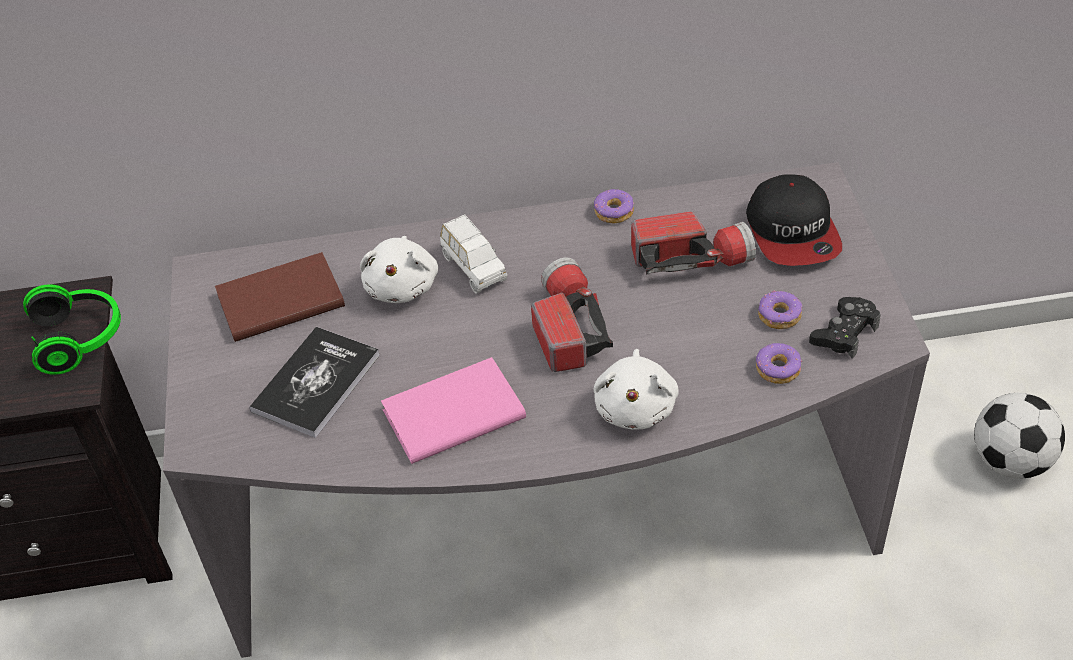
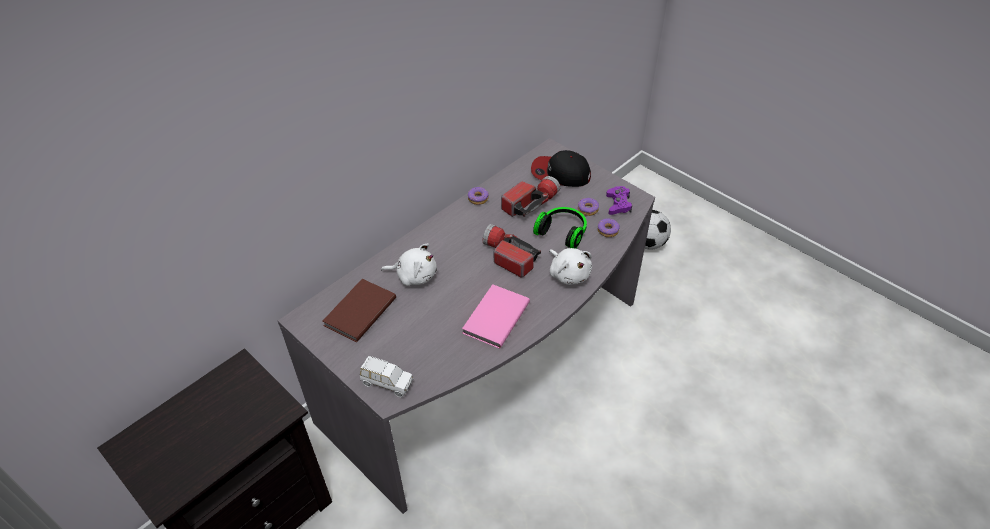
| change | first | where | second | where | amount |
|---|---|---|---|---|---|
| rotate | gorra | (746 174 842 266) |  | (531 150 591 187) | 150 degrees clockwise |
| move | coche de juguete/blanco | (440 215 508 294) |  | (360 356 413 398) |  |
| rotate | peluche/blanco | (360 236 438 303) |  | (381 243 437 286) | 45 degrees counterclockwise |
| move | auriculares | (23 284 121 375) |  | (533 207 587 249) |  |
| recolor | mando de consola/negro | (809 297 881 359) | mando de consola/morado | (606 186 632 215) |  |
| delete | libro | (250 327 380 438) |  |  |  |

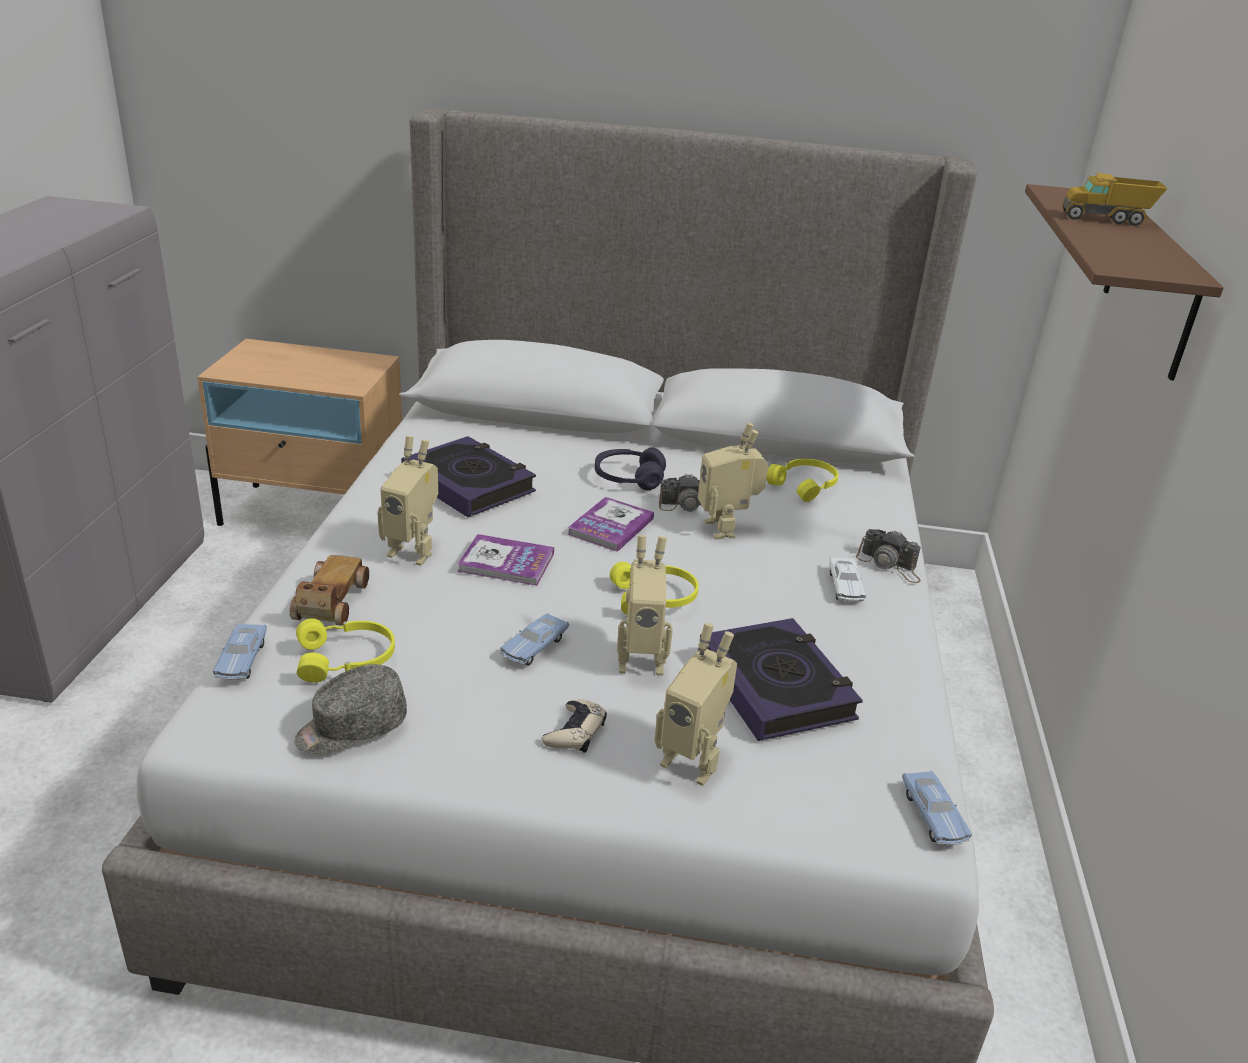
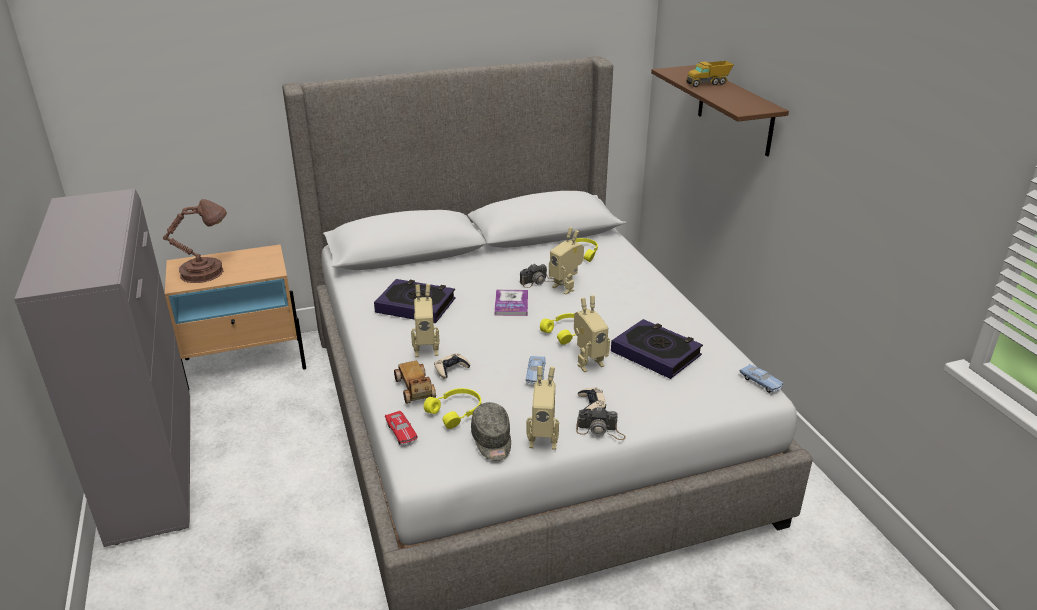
| change | first | where | second | where | amount |
|---|---|---|---|---|---|
| delete | auriculares/morado | (595 447 666 490) |  |  |  |
| move | cámara | (856 529 921 583) |  | (576 406 626 440) |  |
| delete | libro | (457 534 554 586) |  |  |  |
| delete | coche de juguete/blanco | (829 557 866 601) |  |  |  |
| recolor | coche de juguete/azul | (213 623 267 680) | coche de juguete/rojo | (385 410 418 444) |  |
| move | robot de juguete | (654 623 737 786) |  | (527 366 559 450) |  |
| rotate | gorra/gris | (294 664 407 754) |  | (471 402 511 461) | 45 degrees counterclockwise |
| insert |  |  | lámpara de mesa/marrón | (163 199 227 283) |  |
| insert |  |  | mando de consola/beis | (434 353 470 379) |  |

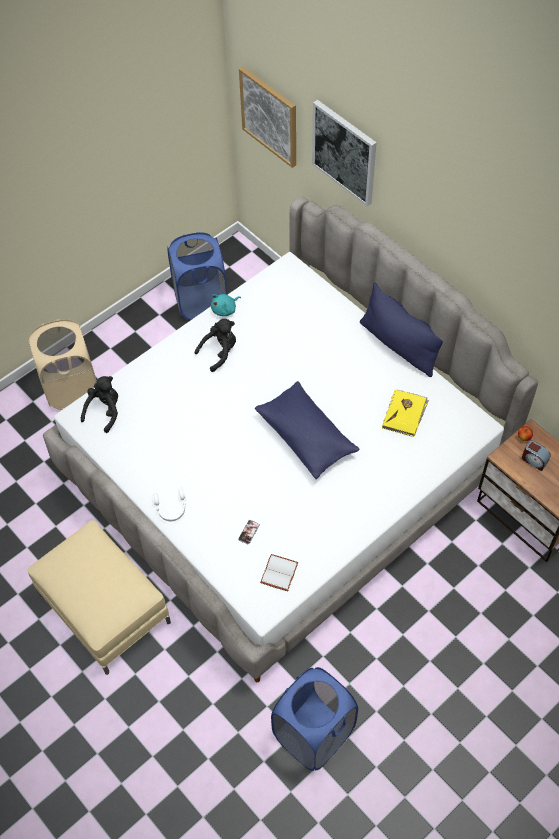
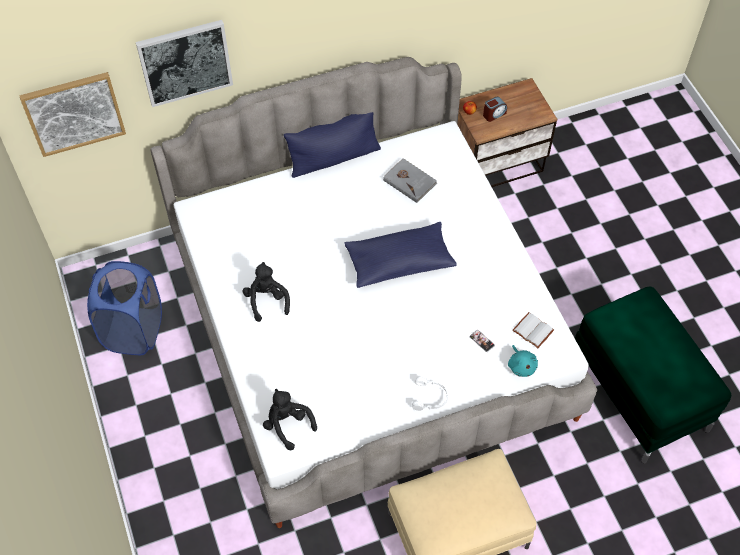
| change | first | where | second | where | amount |
|---|---|---|---|---|---|
| move | peluche/turquesa | (211 294 241 316) |  | (508 345 538 377) |  |
| delete | cesto de la ropa/beis | (28 319 97 410) |  |  |  |
| recolor | libro/amarillo | (382 390 429 437) | libro/gris | (383 158 437 203) |  |
| replace | cesto de la ropa/azul | (271 667 358 771) | puf/verde | (575 286 731 464) |  |

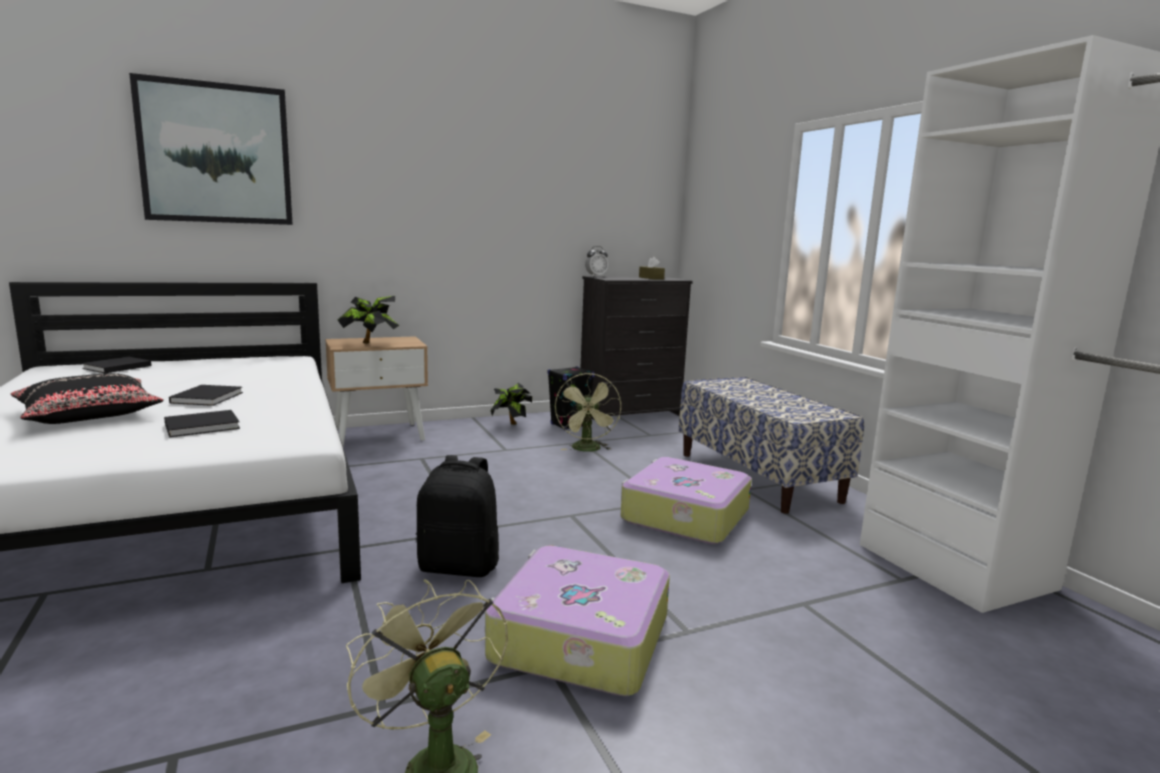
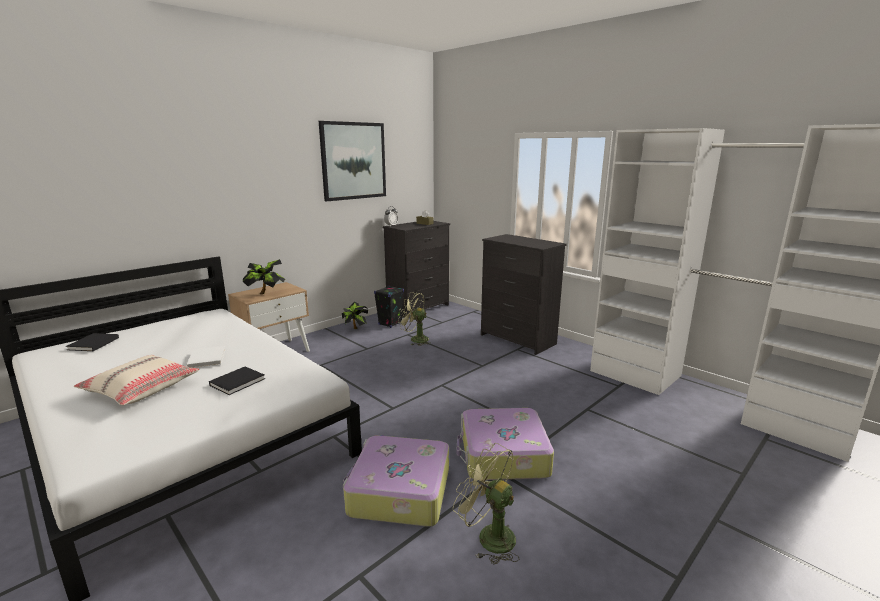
| change | first | where | second | where | amount |
|---|---|---|---|---|---|
| move | cuadro | (129 73 293 225) |  | (319 121 386 201) |  |
| recolor | cojín/negro | (10 373 164 424) | cojín/beis | (74 355 199 405) |  |
| rotate | ventilador/verde | (555 373 621 452) |  | (398 292 431 346) | 135 degrees clockwise |
| replace | banco | (679 377 864 514) | cómoda/negro | (481 234 566 355) |  |
| recolor | libro/negro | (169 385 243 406) | libro/blanco | (187 346 225 368) |  |
| delete | mochila/negro | (416 455 499 577) |  |  |  |
| move | maleta | (621 457 752 544) |  | (343 435 449 527) |  |

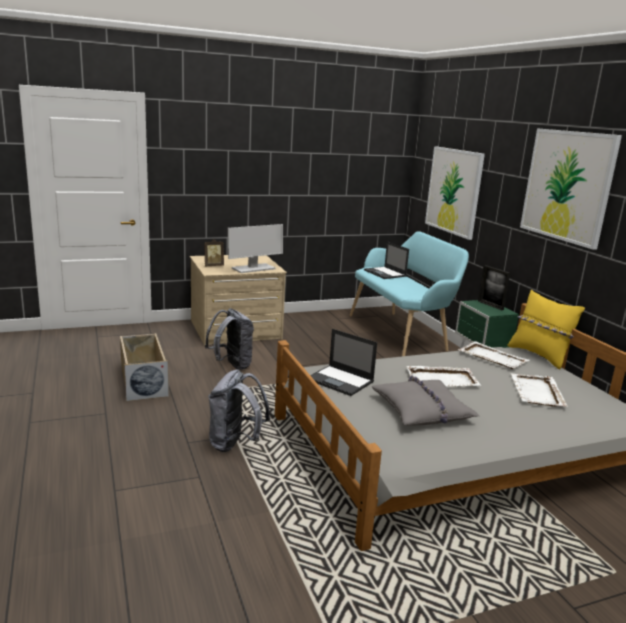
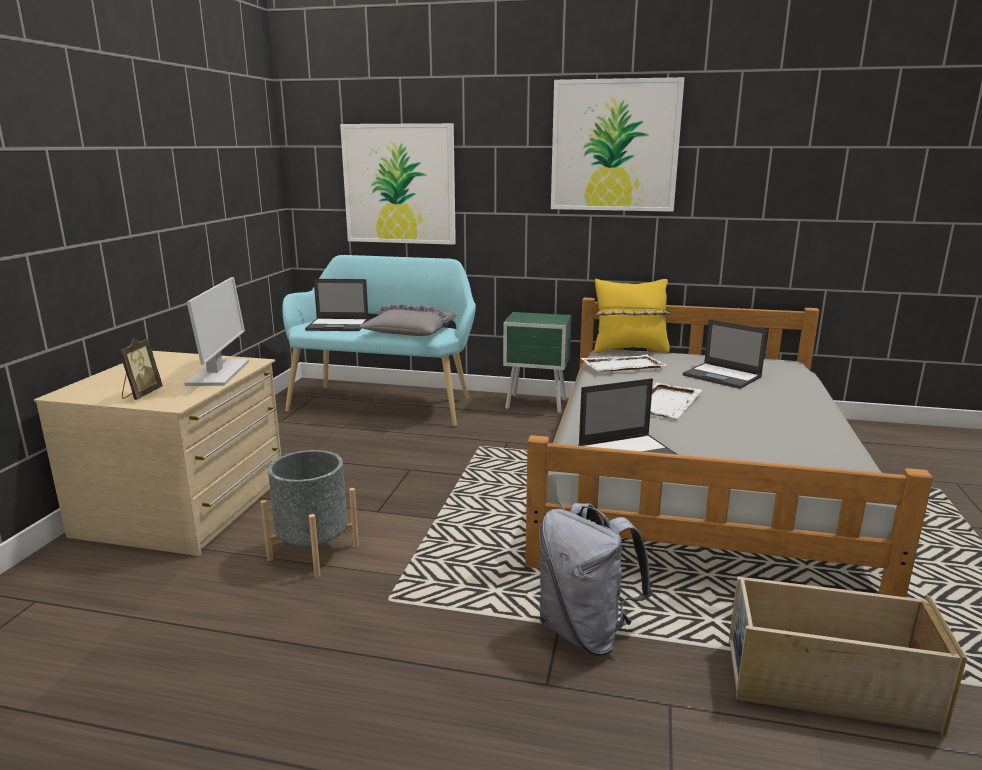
| change | first | where | second | where | amount |
|---|---|---|---|---|---|
| delete | portarretratos | (478 265 510 310) |  |  |  |
| replace | mochila/gris | (205 308 254 370) | maceta/gris | (261 450 359 577) |  |
| move | caja de almacenaje/beis | (120 333 169 401) |  | (729 576 967 737) |  |
| replace | bandeja/blanco | (511 373 568 407) | portátil | (683 319 768 389) |  |
| move | cojín/gris | (371 375 479 426) |  | (359 305 457 336) |  |

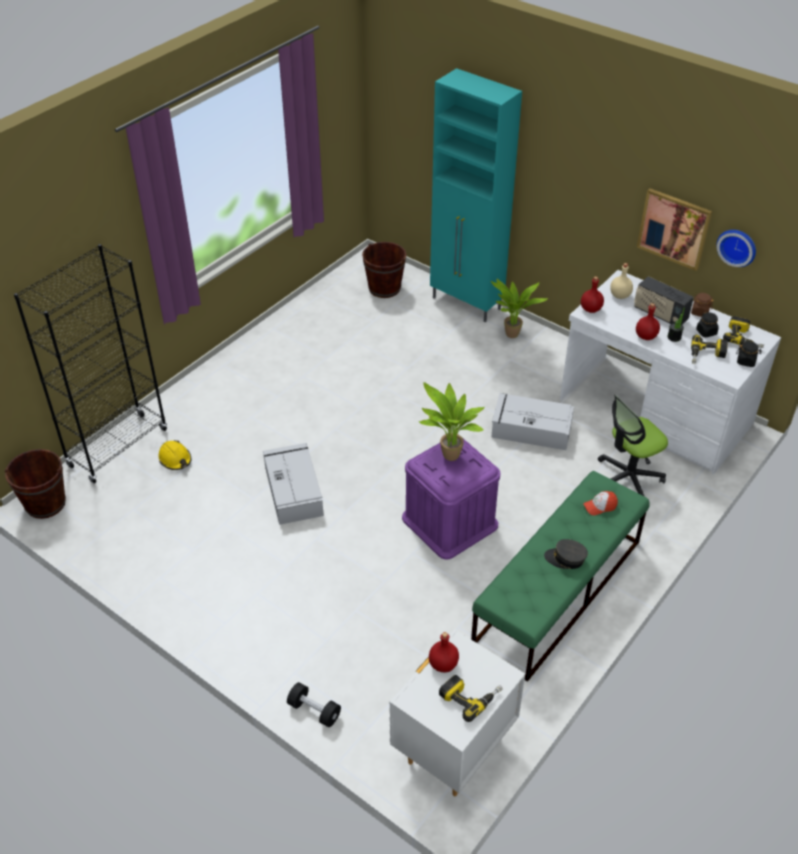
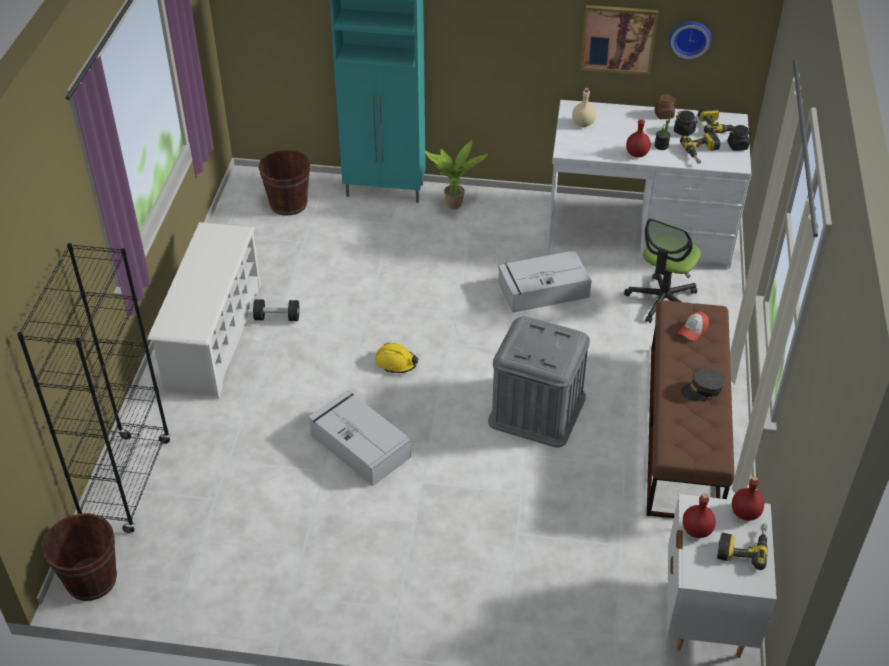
| change | first | where | second | where | amount |
|---|---|---|---|---|---|
| move | botella/rojo | (581 276 604 313) |  | (732 476 764 521) |  |
| delete | radio | (634 276 694 325) |  |  |  |
| delete | planta en maceta | (418 382 485 461) |  |  |  |
| recolor | caja de almacenaje/morado | (402 439 501 560) | caja de almacenaje/gris | (488 316 590 448) |  |
| move | casco/amarillo | (159 440 191 470) |  | (375 343 418 373) |  |
| recolor | banco/verde | (471 471 650 682) | banco/marrón | (647 300 735 518) |  |
| move | mancuerna/negro | (287 682 341 727) |  | (253 299 299 321) |  |
| insert |  |  | zapatero/blanco | (148 222 261 399) |  |

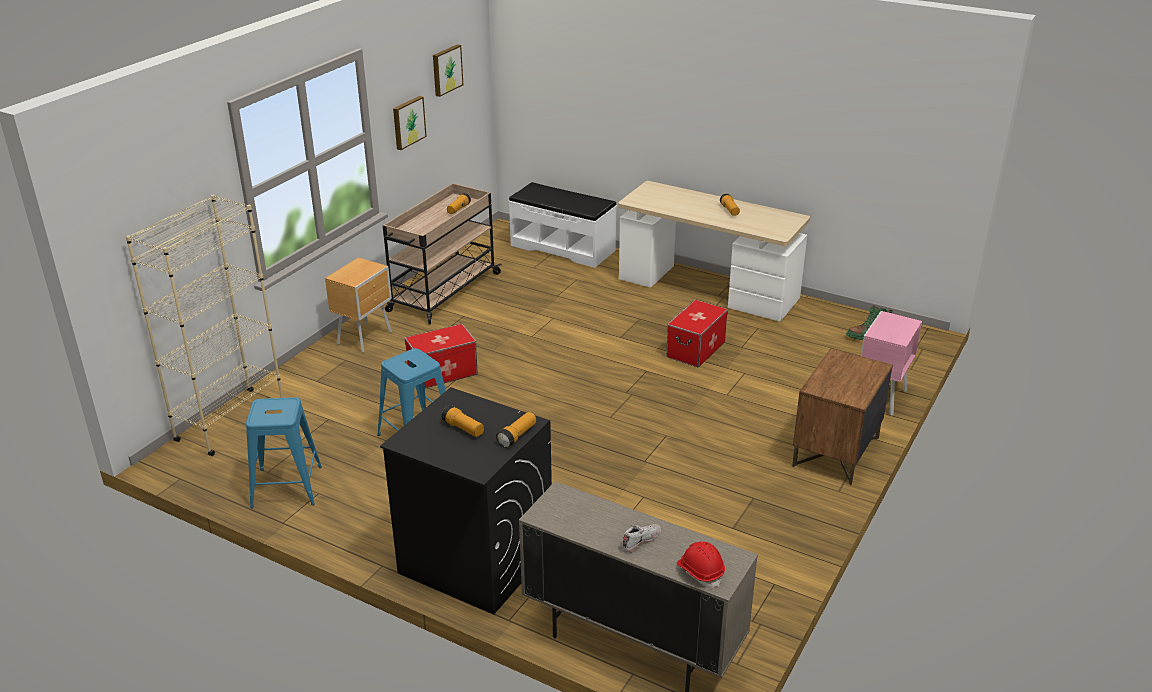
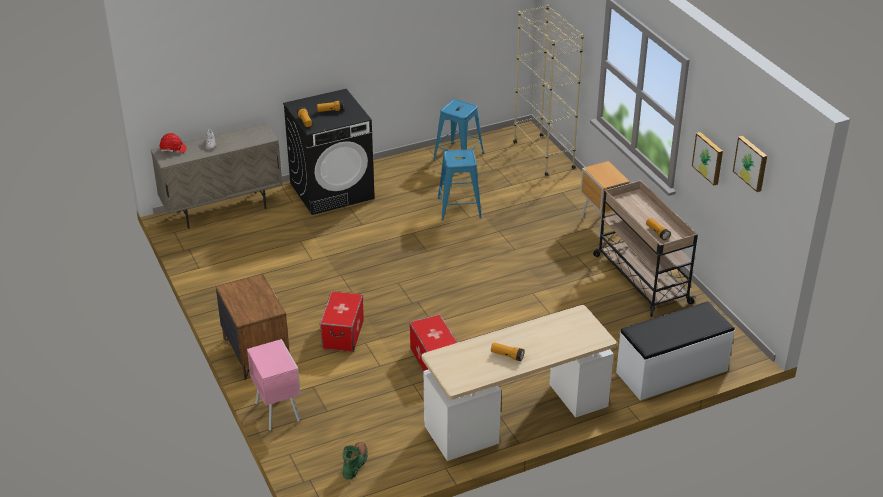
| change | first | where | second | where | amount |
|---|---|---|---|---|---|
| move | caja de almacenaje | (405 324 478 388) |  | (320 291 364 352) |  |

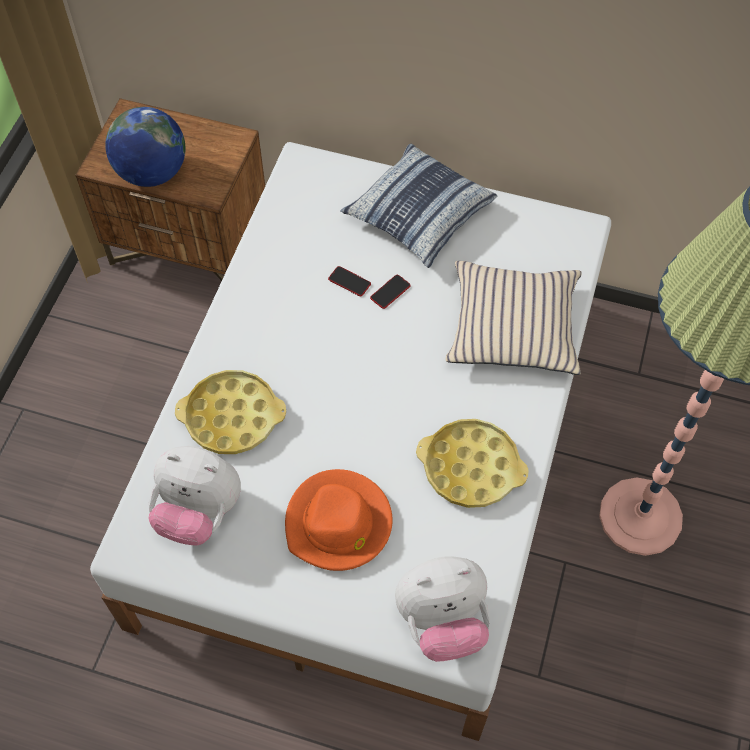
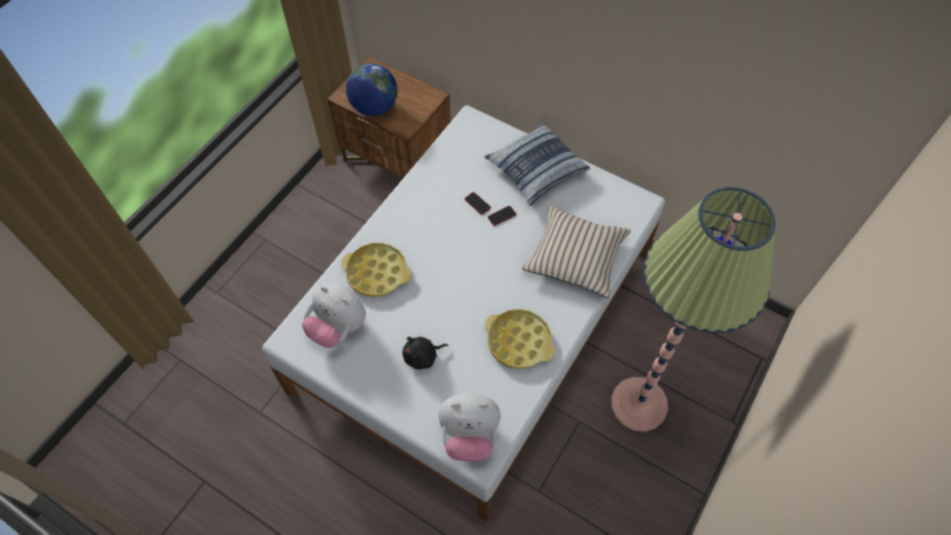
| change | first | where | second | where | amount |
|---|---|---|---|---|---|
| replace | sombrero/naranja | (285 469 393 571) | peluche/negro | (403 337 449 369) |  |

